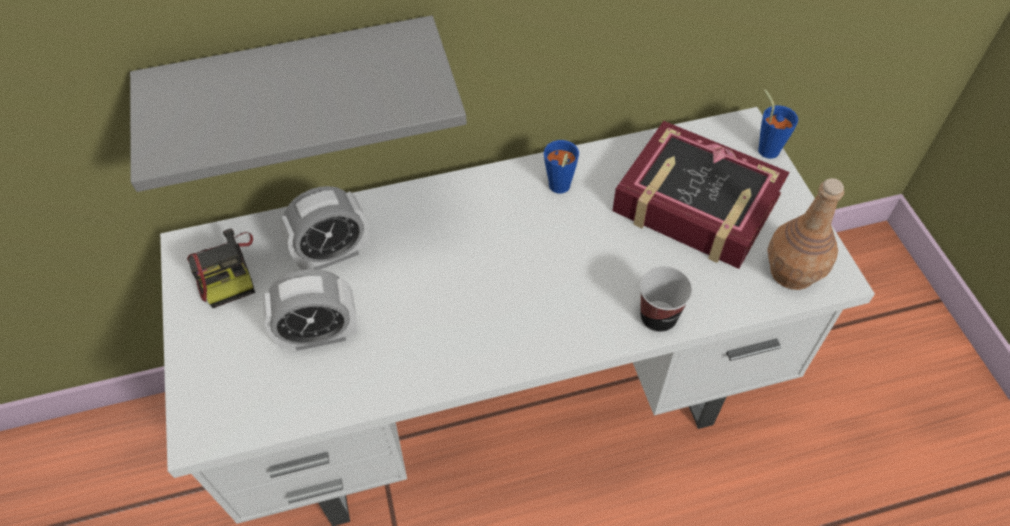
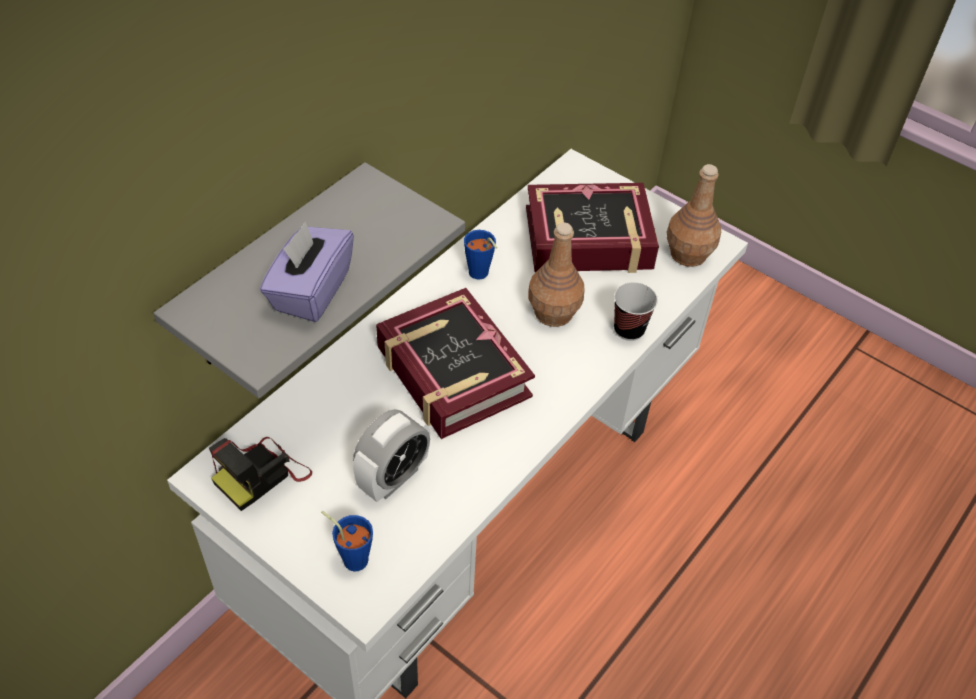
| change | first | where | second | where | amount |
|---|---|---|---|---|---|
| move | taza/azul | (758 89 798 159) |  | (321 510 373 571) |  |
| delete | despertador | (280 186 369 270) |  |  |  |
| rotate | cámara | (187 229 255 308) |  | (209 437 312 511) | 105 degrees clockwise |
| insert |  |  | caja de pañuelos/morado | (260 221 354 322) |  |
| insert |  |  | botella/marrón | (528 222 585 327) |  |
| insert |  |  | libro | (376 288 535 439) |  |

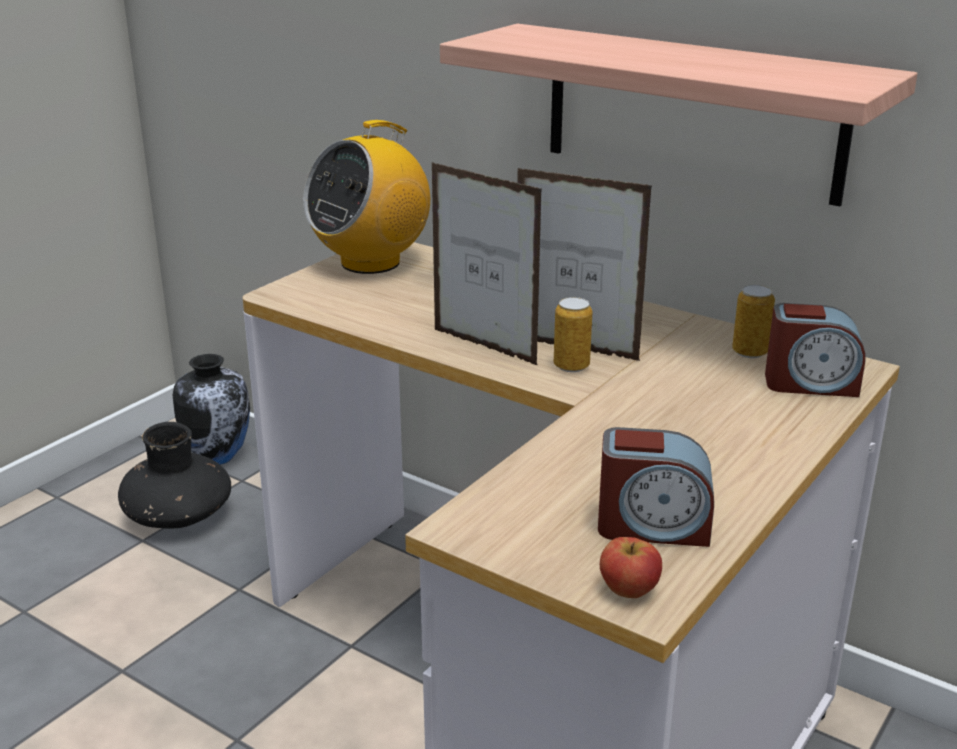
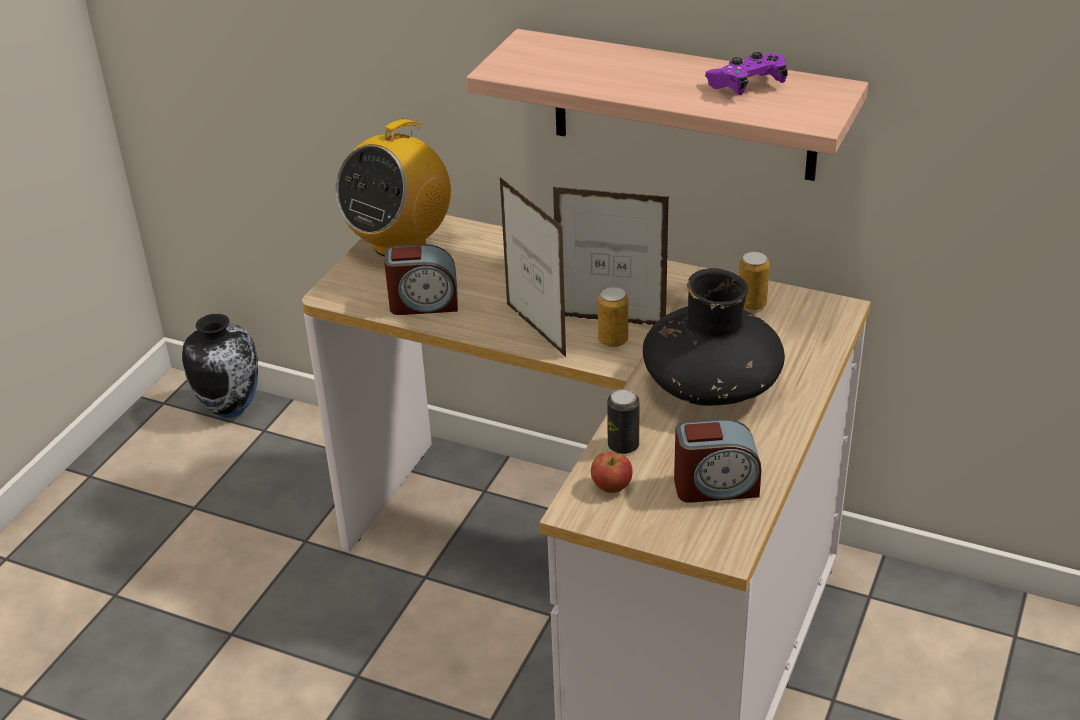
| change | first | where | second | where | amount |
|---|---|---|---|---|---|
| rotate | portarretratos | (432 162 542 366) |  | (499 176 566 357) | 150 degrees counterclockwise |
| move | despertador | (765 303 866 397) |  | (384 244 458 315) |  |
| move | florero/negro | (118 422 231 528) |  | (643 268 785 406) |  |
| move | manzana | (600 537 662 598) |  | (591 452 633 493) |  |
| insert |  |  | mando de consola/morado | (705 52 788 95) |  |
| insert |  |  | lata | (607 389 640 454) |  |

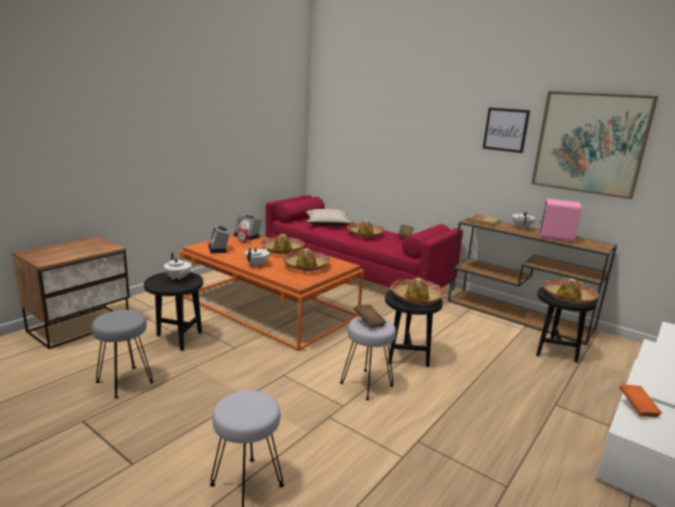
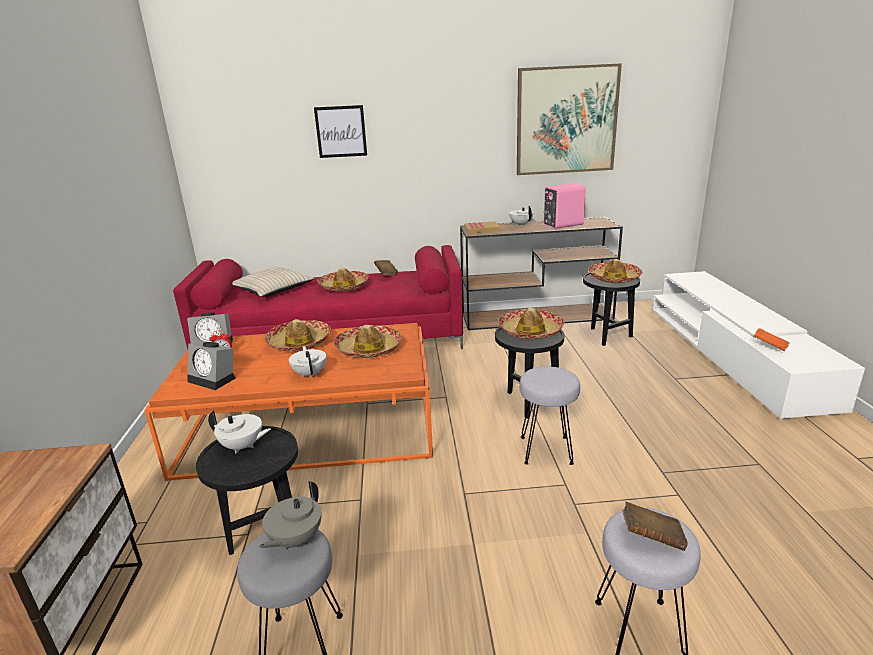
| change | first | where | second | where | amount |
|---|---|---|---|---|---|
| move | cuadro | (483 108 530 153) |  | (314 105 367 158) |  |
| move | libro/marrón | (354 305 386 328) |  | (622 502 688 551) |  |
| insert |  |  | tetera/gris | (259 481 321 550) |  |

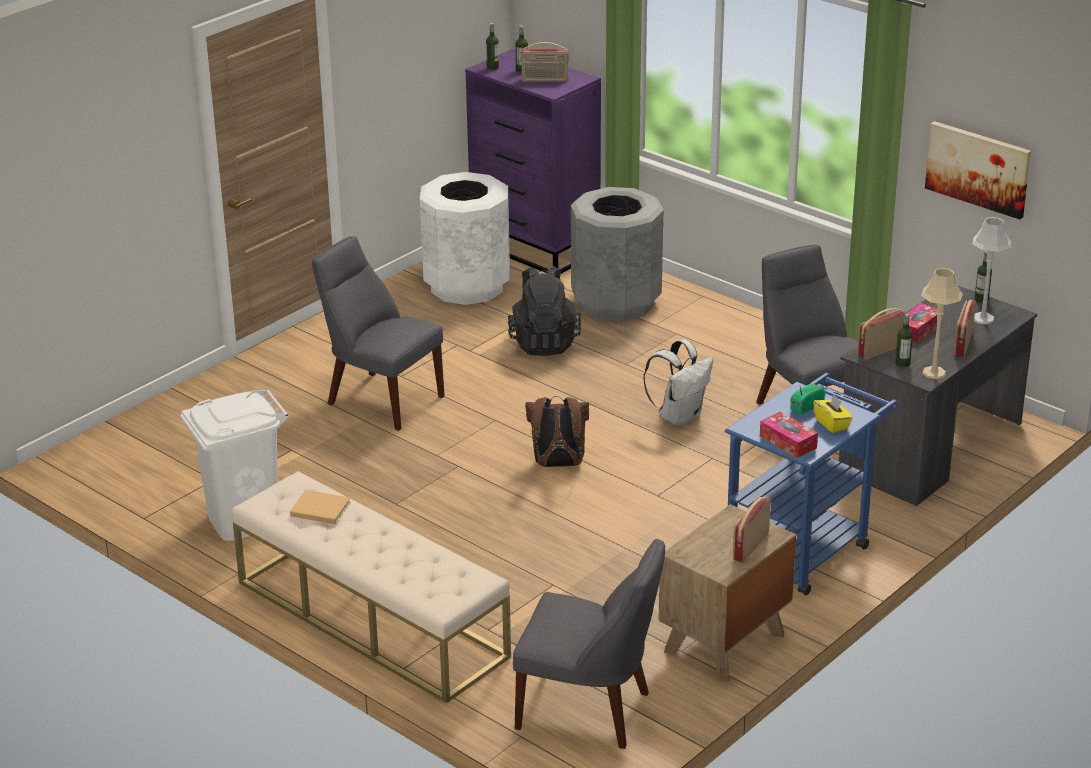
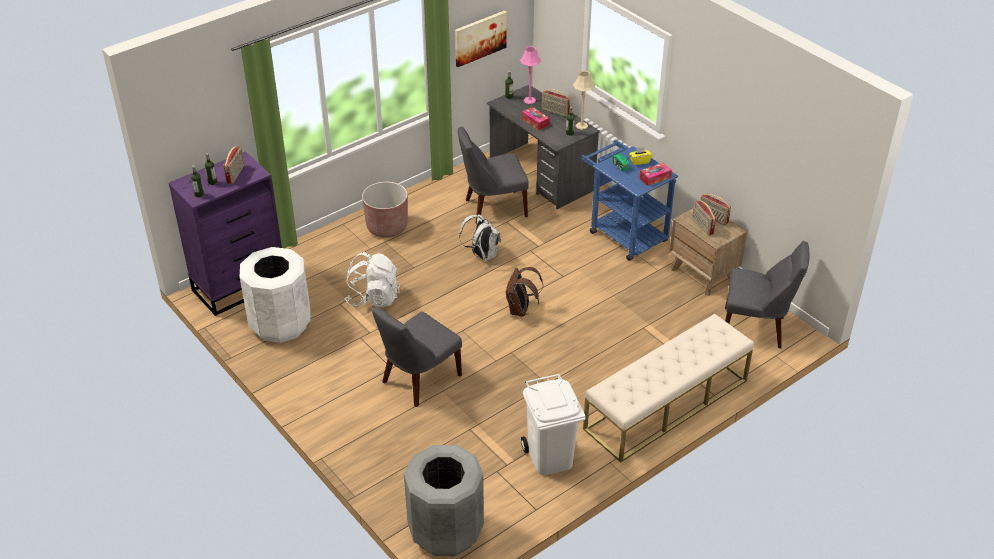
| change | first | where | second | where | amount |
|---|---|---|---|---|---|
| move | papelera/gris | (571 187 663 321) |  | (404 445 484 556) |  |
| recolor | lámpara de mesa/gris | (972 217 1011 325) | lámpara de mesa/rosa | (520 46 542 104) |  |
| recolor | mochila/negro | (508 266 581 356) | mochila/blanco | (344 252 400 307) |  |
| move | radio | (857 308 906 360) |  | (692 200 716 236) |  |
| delete | libro/beis | (290 490 351 524) |  |  |  |
| rotate | silla/gris | (513 539 665 749) |  | (725 241 810 348) | 75 degrees clockwise |
| insert |  |  | maceta/marrón | (362 182 408 238) |  |

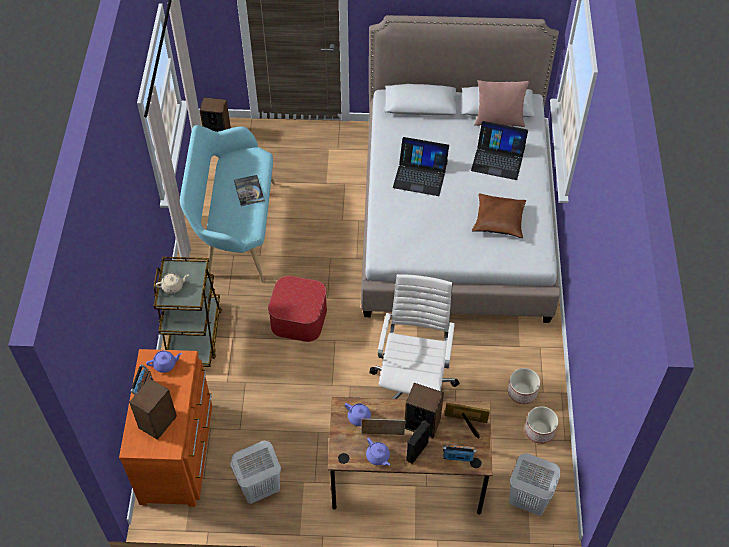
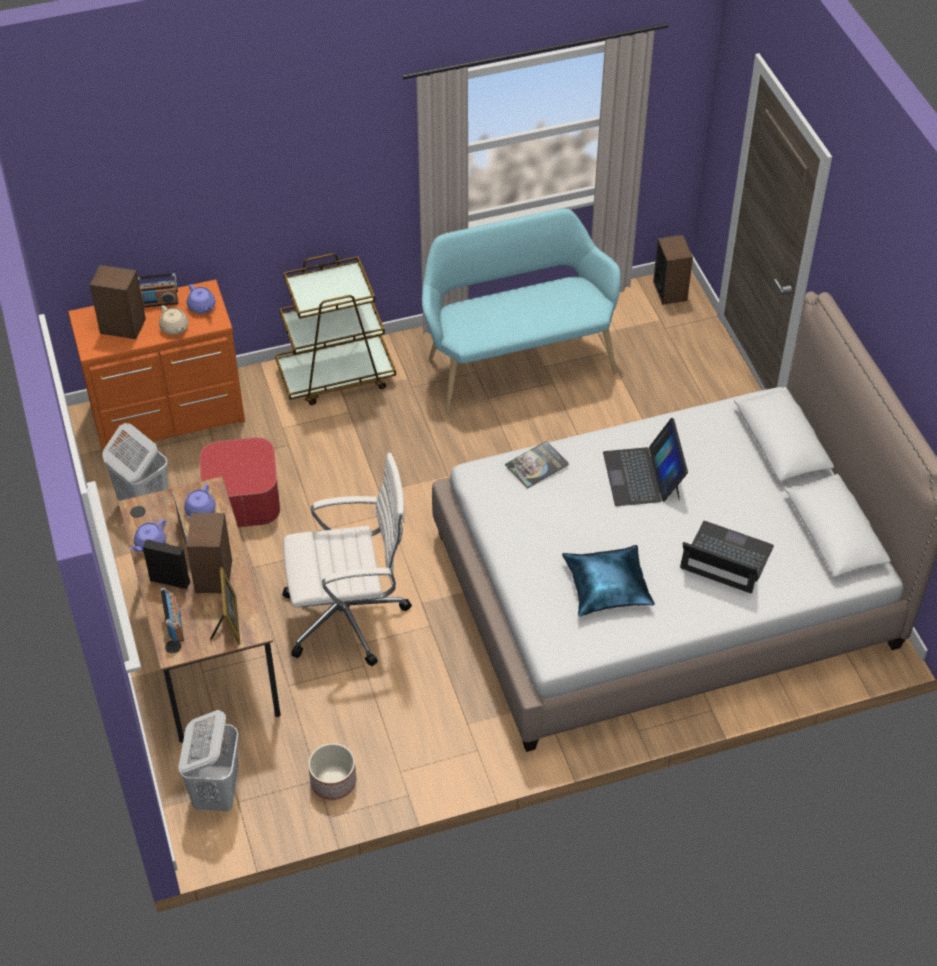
| change | first | where | second | where | amount |
|---|---|---|---|---|---|
| delete | cojín/rosa | (474 80 530 127) |  |  |  |
| rotate | portátil | (471 121 528 180) |  | (680 521 774 593) | 120 degrees clockwise |
| move | libro | (234 175 265 206) |  | (505 441 569 488) |  |
| recolor | cojín/marrón | (472 194 526 238) | cojín/azul | (562 545 655 617) |  |
| move | tetera/beis | (156 273 189 294) |  | (159 305 188 335) |  |
| move | puf | (268 276 327 342) |  | (199 438 280 528) |  |
| delete | maceta | (508 368 540 404) |  |  |  |

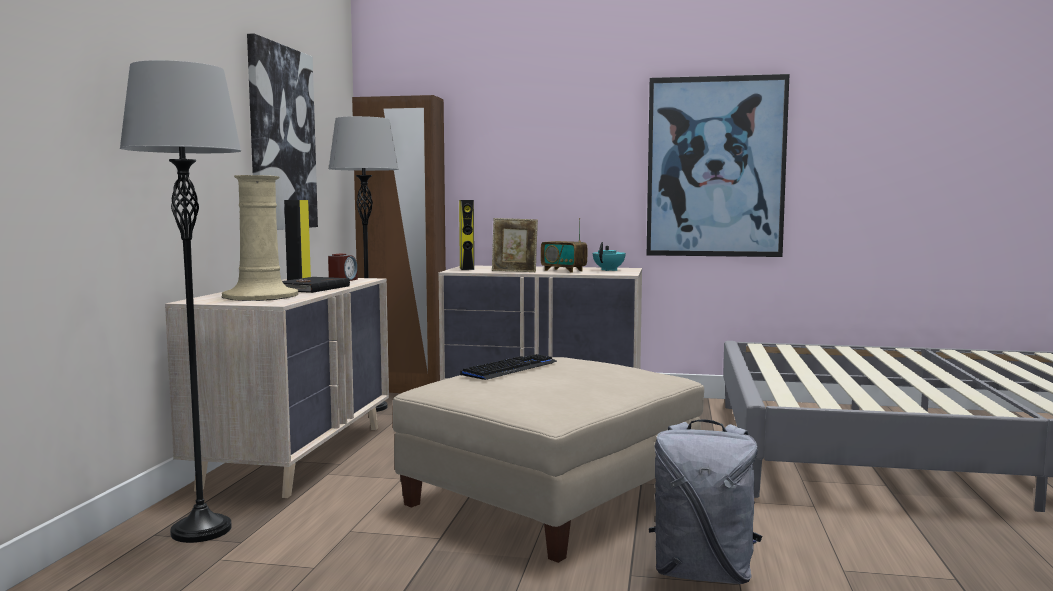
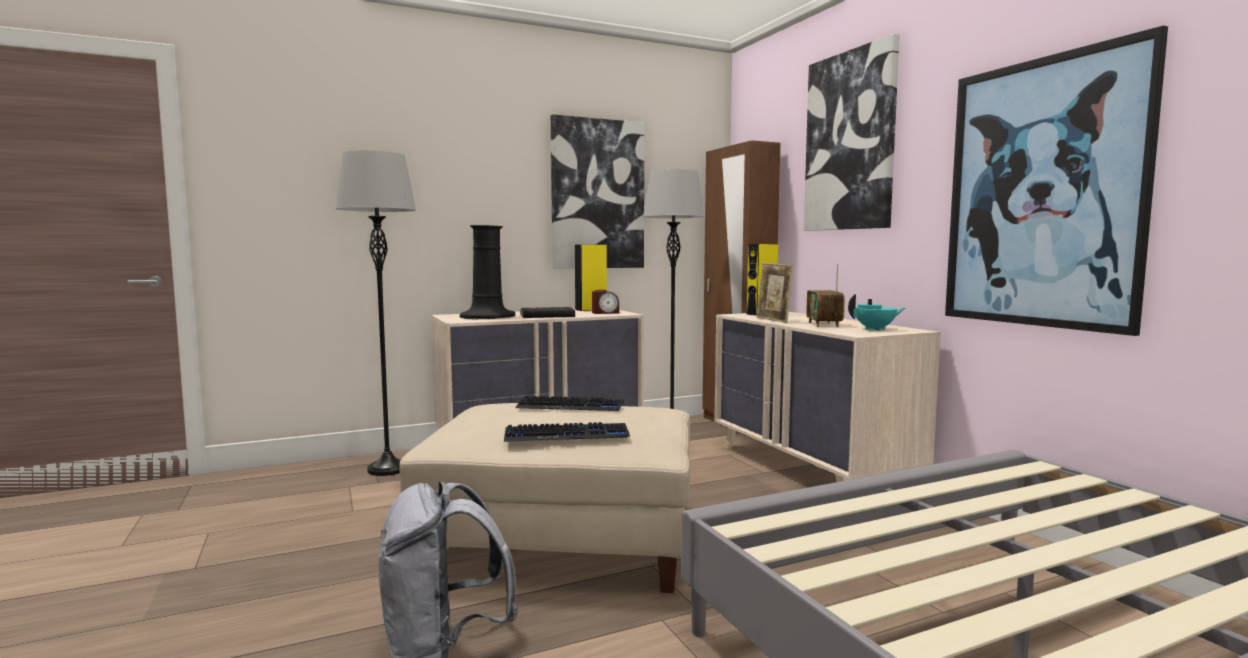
| change | first | where | second | where | amount |
|---|---|---|---|---|---|
| recolor | florero/beis | (222 175 298 301) | florero/negro | (460 225 515 320) |  |
| insert |  |  | cuadro | (804 34 900 231) |  |
| insert |  |  | teclado | (504 422 630 442) |  |

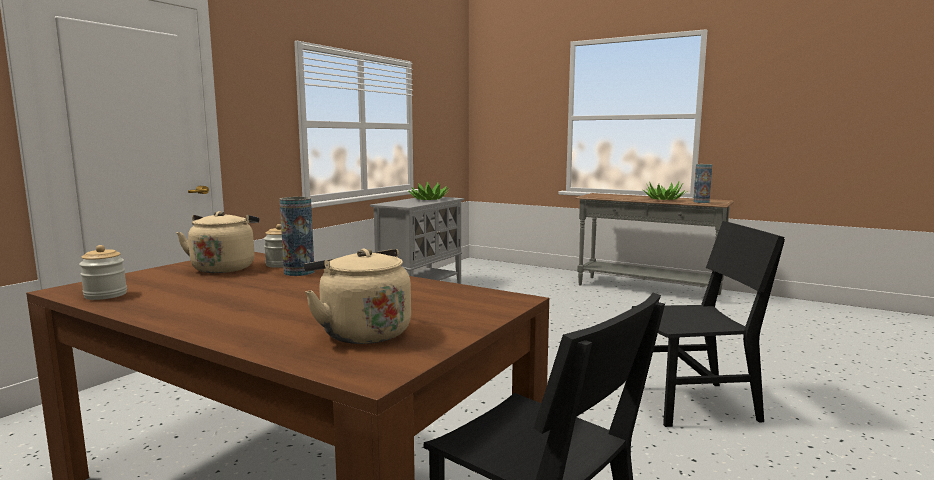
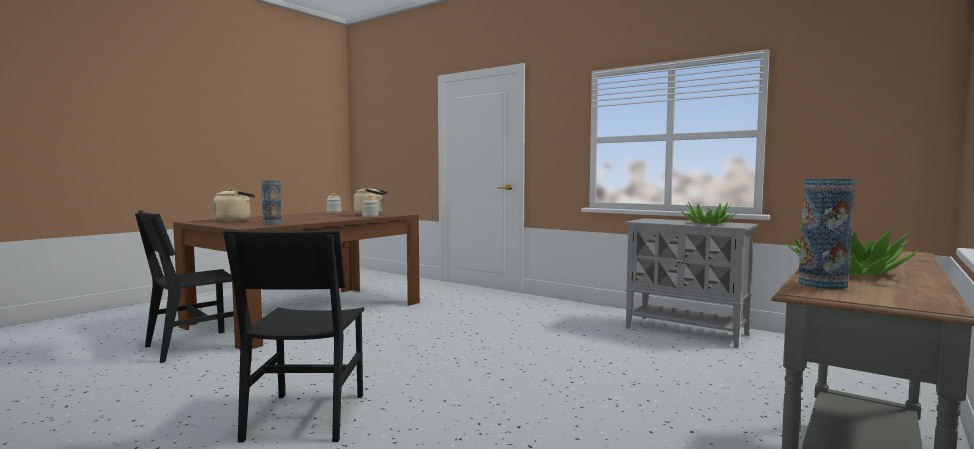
| change | first | where | second | where | amount |
|---|---|---|---|---|---|
| move | florero | (280 197 315 276) |  | (261 180 282 225) |  |

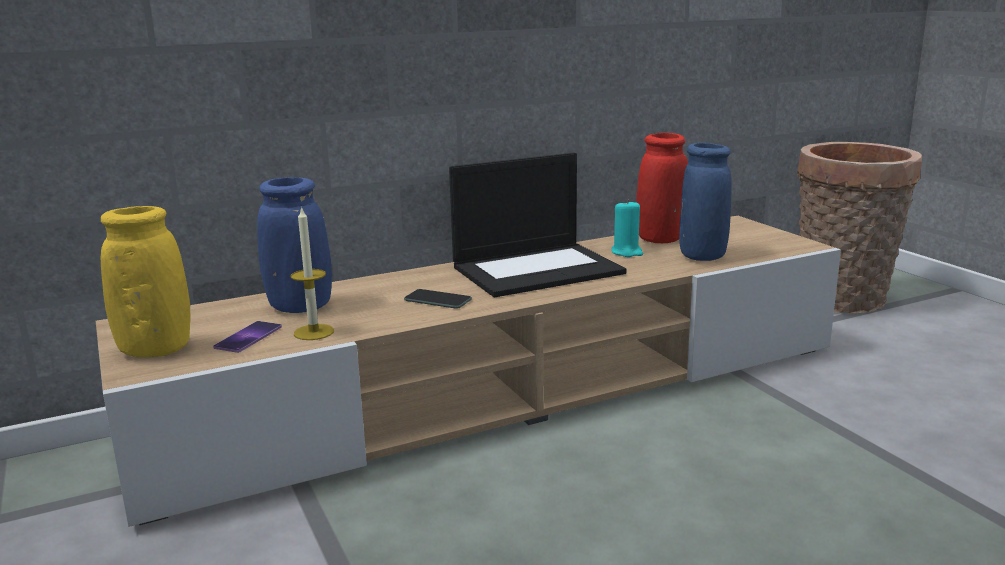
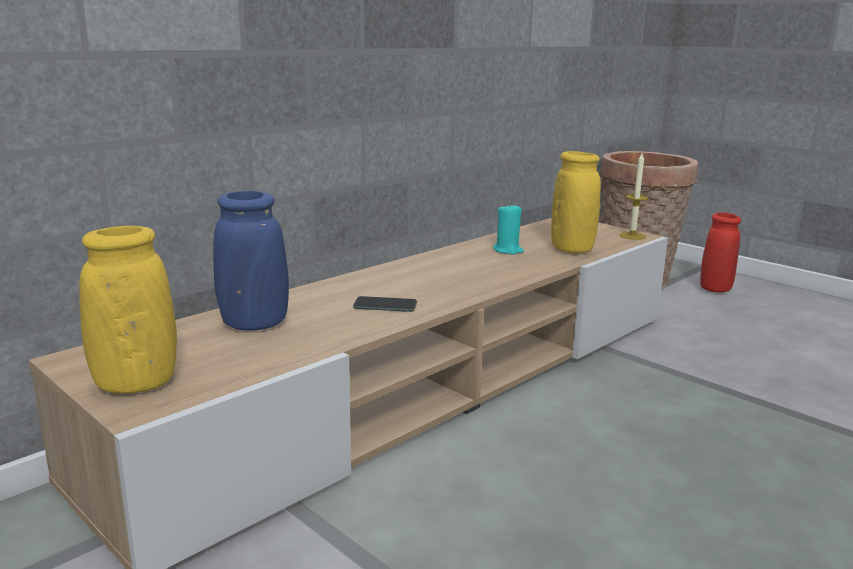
| change | first | where | second | where | amount |
|---|---|---|---|---|---|
| move | florero/rojo | (636 133 688 243) |  | (700 212 741 292) |  |
| recolor | florero/azul | (679 143 732 261) | florero/amarillo | (551 151 601 254) |  |
| delete | portátil | (449 153 626 297) |  |  |  |
| move | vela | (291 206 334 340) |  | (619 153 649 240) |  |
| delete | móvil | (213 321 282 353) |  |  |  |

